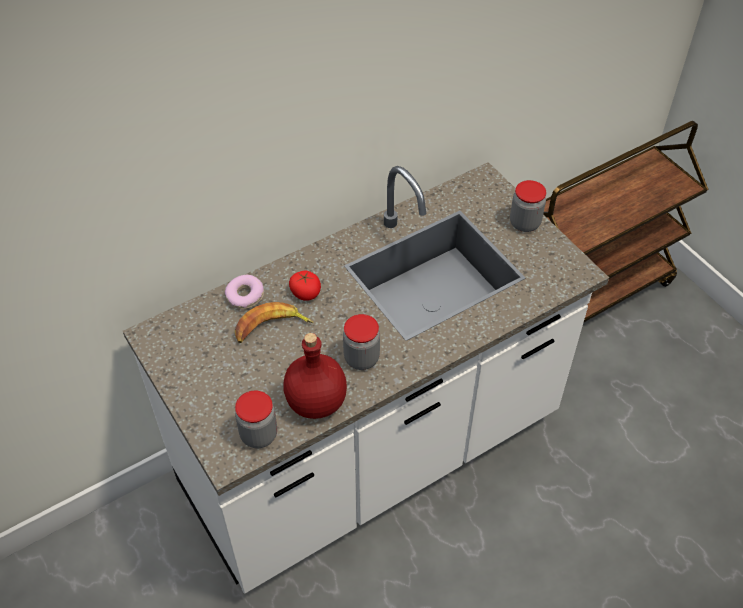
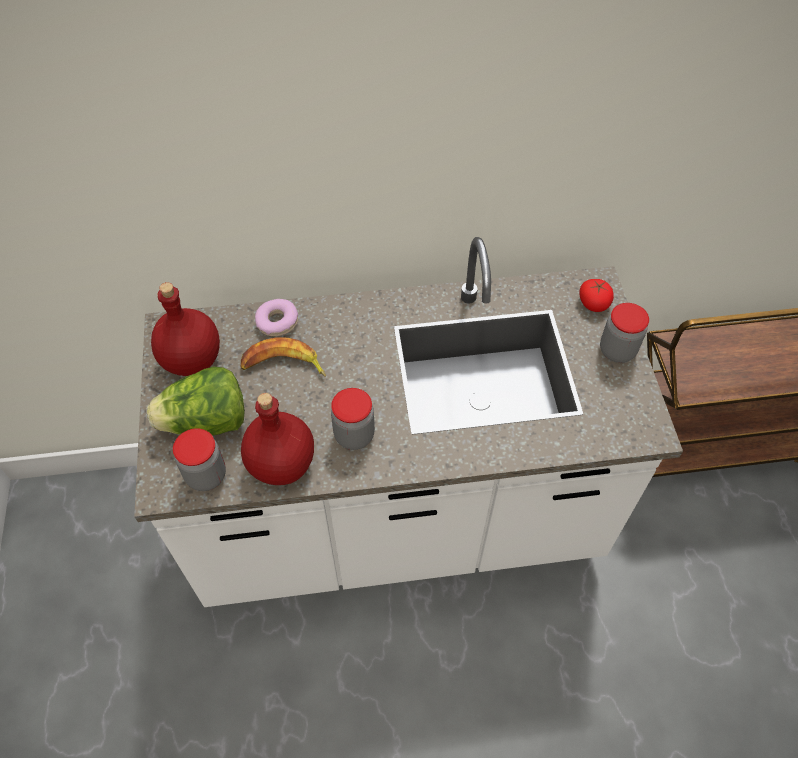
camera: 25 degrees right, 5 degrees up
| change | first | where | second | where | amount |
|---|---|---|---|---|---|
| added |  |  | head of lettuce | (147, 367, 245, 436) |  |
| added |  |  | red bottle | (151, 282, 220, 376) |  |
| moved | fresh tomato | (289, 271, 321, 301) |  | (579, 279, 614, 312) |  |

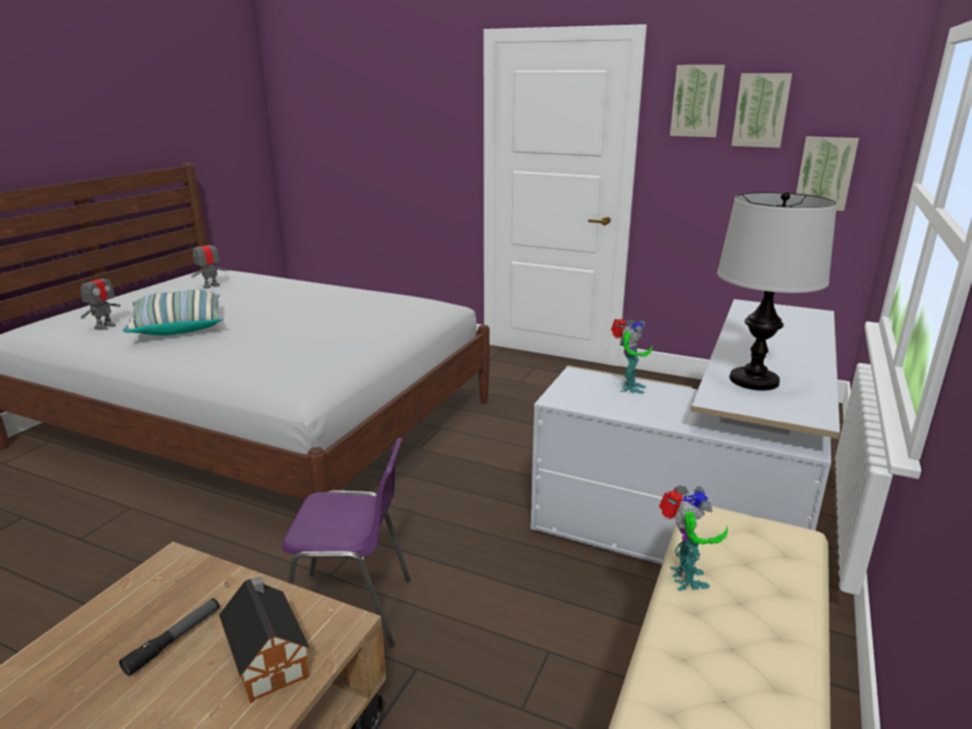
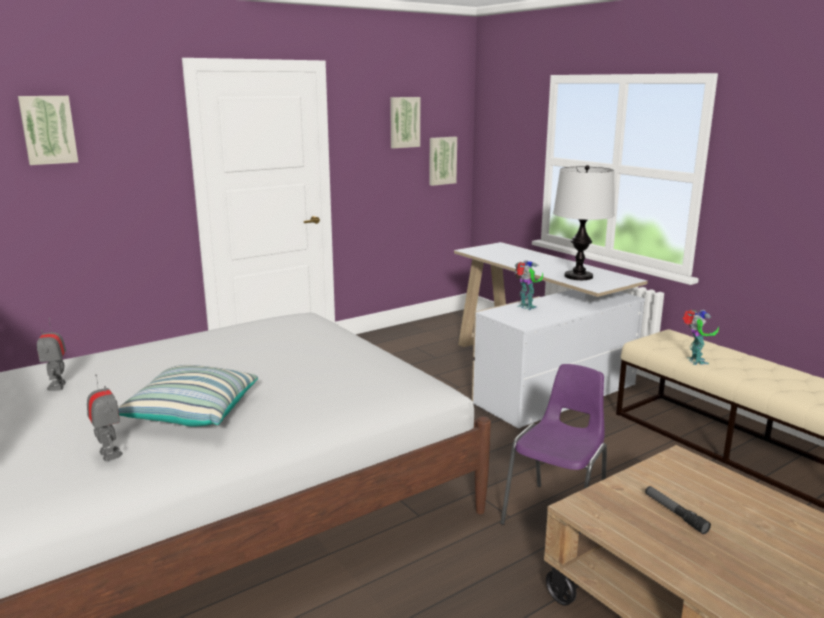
camera: 60 degrees left, 5 degrees down
| change | first | where | second | where | amount |
|---|---|---|---|---|---|
| moved | wall art | (670, 65, 725, 137) |  | (18, 96, 78, 165) |  |
| turned | model robot | (659, 485, 728, 591) |  | (683, 309, 719, 365) | 60 degrees clockwise |
| removed | model house | (219, 576, 310, 703) |  |  |  |

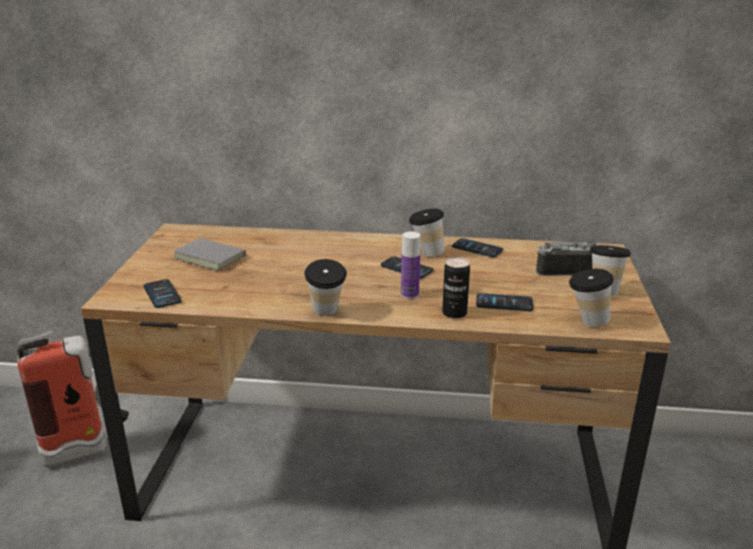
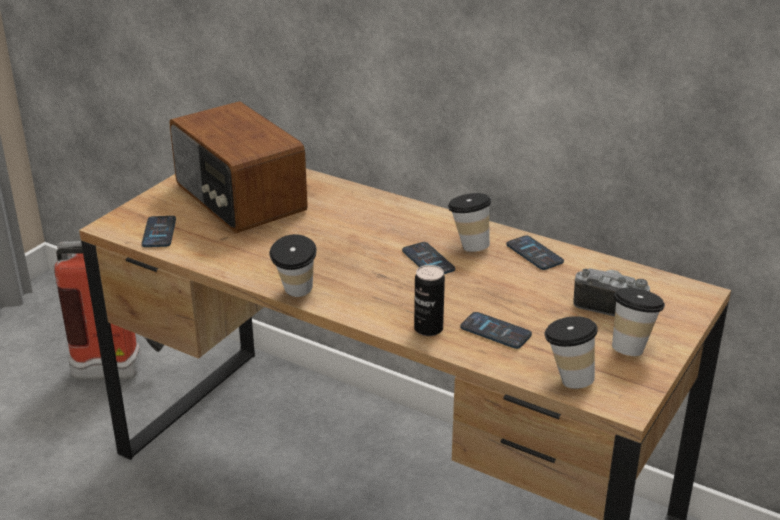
camera: 25 degrees right, 5 degrees up
| change | first | where | second | where | amount |
|---|---|---|---|---|---|
| replaced | grey bound book | (174, 234, 246, 271) | radio | (169, 101, 308, 233) |  |
| removed | bottle | (401, 231, 420, 299) |  |  |  |

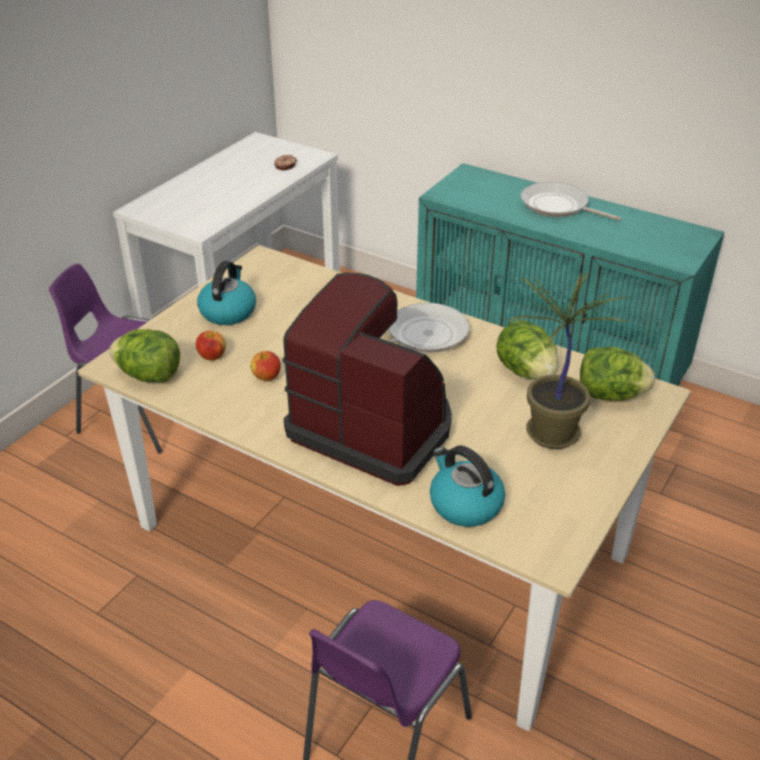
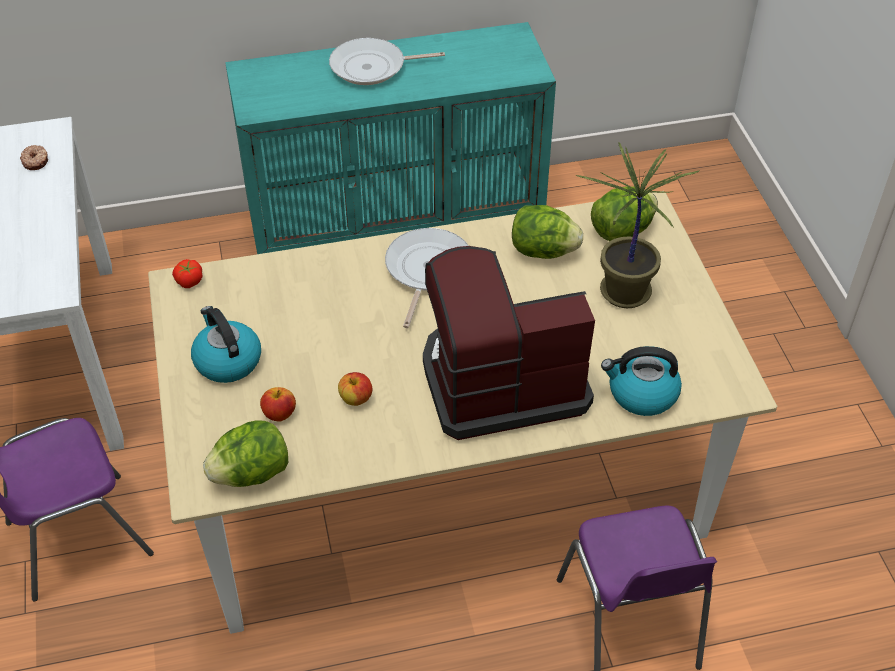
camera: 45 degrees left, 10 degrees up
| change | first | where | second | where | amount |
|---|---|---|---|---|---|
| added |  |  | fresh tomato | (172, 259, 202, 288) |  |

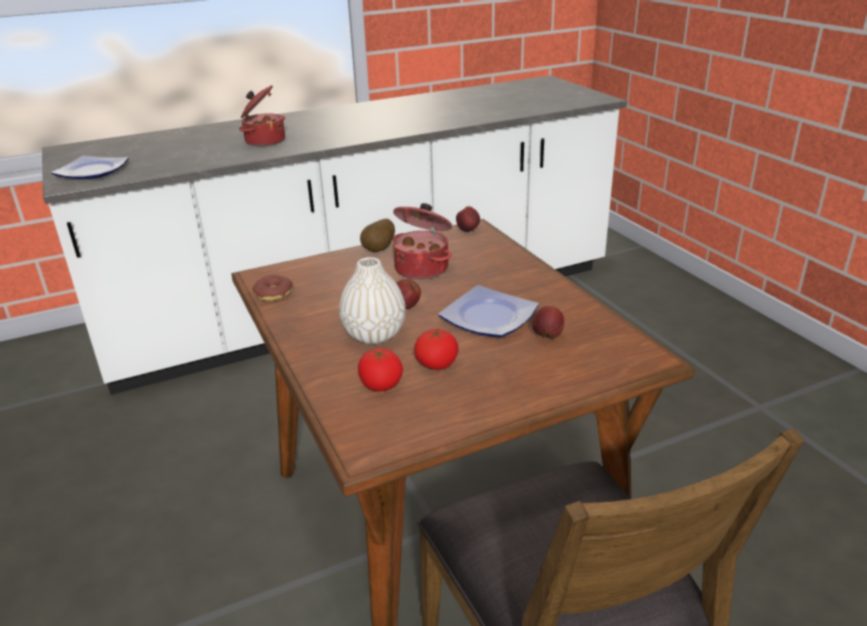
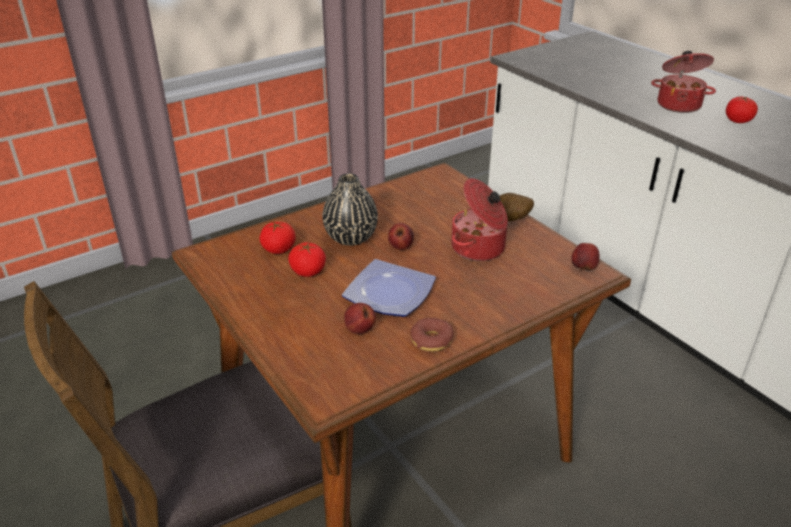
camera: 80 degrees right, 5 degrees up
| change | first | where | second | where | amount |
|---|---|---|---|---|---|
| recoloured | white flower vase | (339, 257, 406, 344) | blackish flower vase | (322, 173, 378, 246) |  |
| moved | ring doughnut | (253, 275, 292, 301) |  | (410, 318, 454, 352) |  |
| added |  |  | fresh tomato | (726, 96, 758, 123) |  |
| removed | dinner plate | (51, 155, 129, 179) |  |  |  |

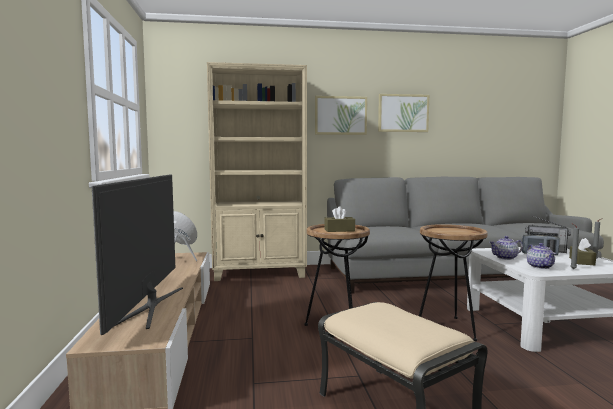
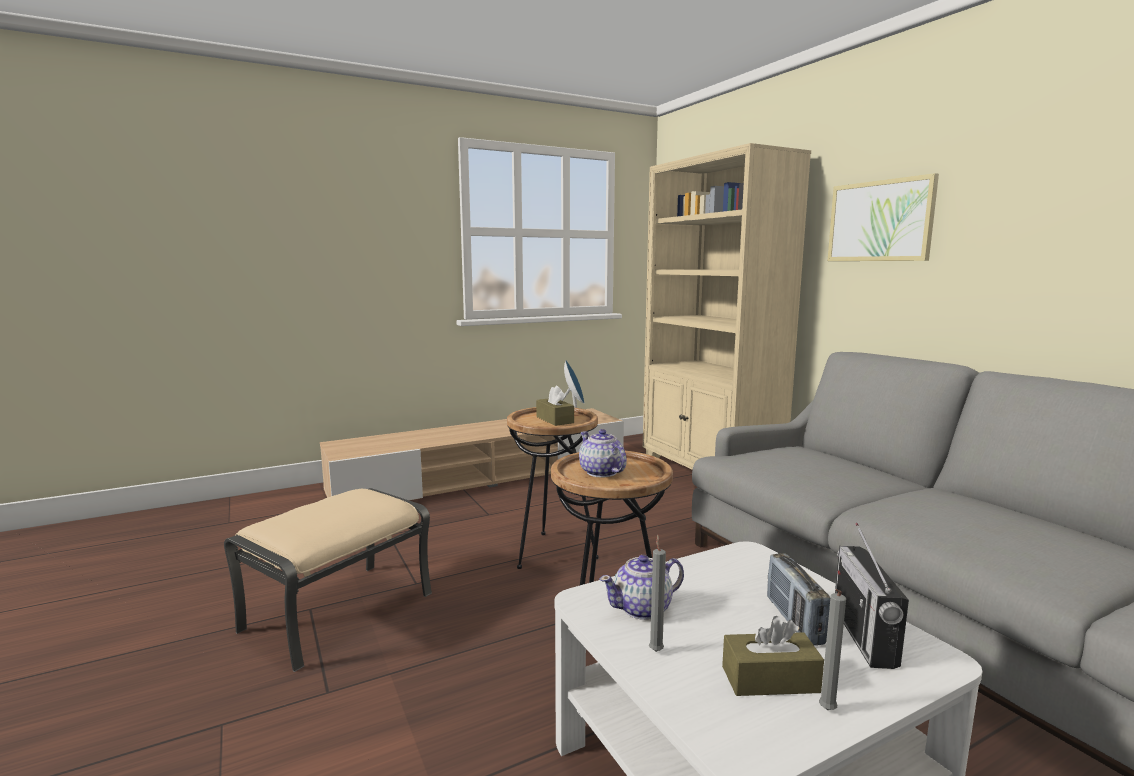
camera: 70 degrees right, 5 degrees up
| change | first | where | second | where | amount |
|---|---|---|---|---|---|
| moved | pot for tea | (489, 236, 523, 260) |  | (579, 429, 627, 478) |  |
| removed | TV | (92, 174, 183, 335) |  |  |  |
| removed | wall art | (378, 94, 429, 132) |  |  |  |

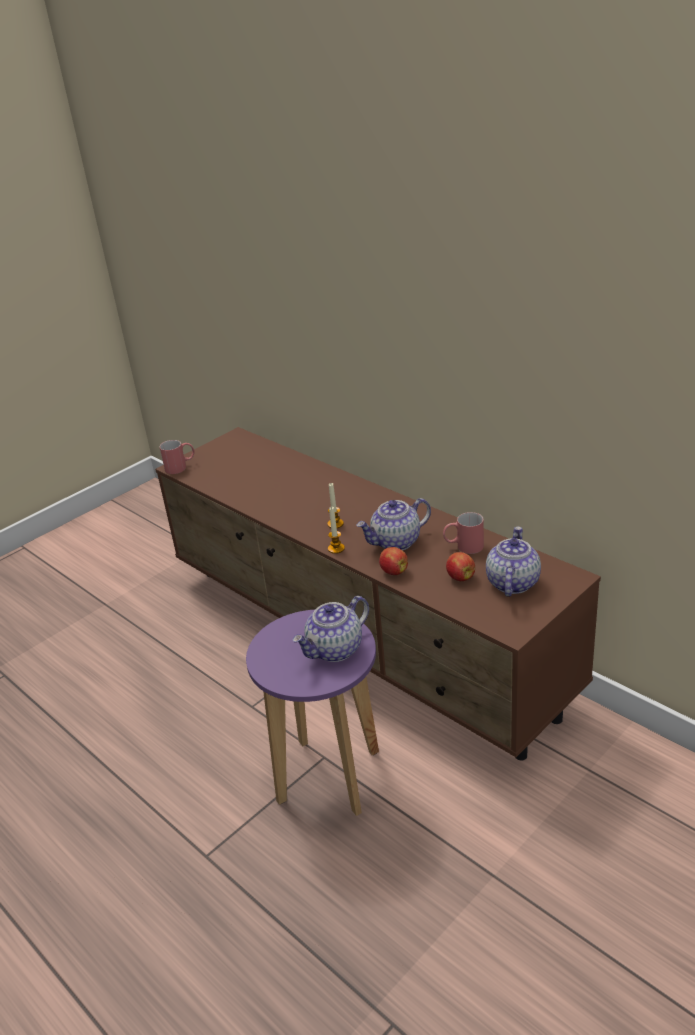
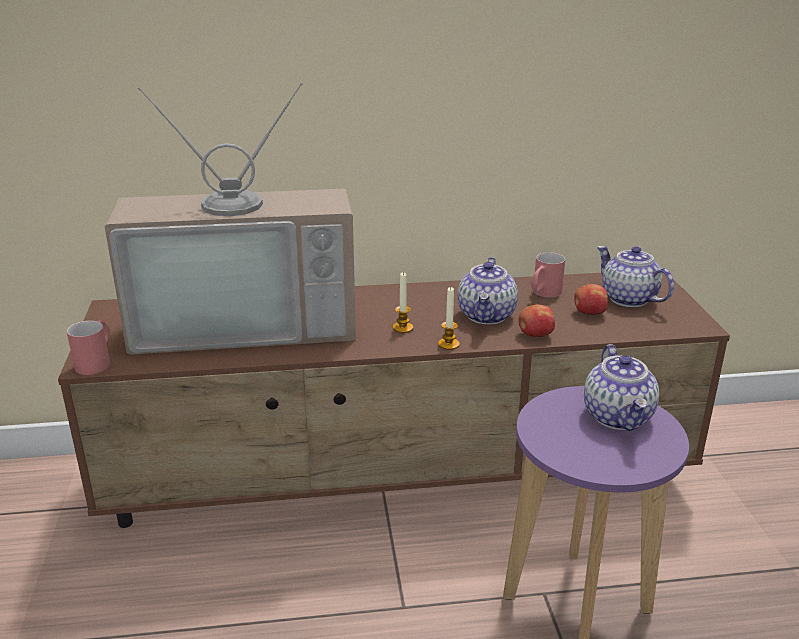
camera: 55 degrees left, 5 degrees down
| change | first | where | second | where | amount |
|---|---|---|---|---|---|
| added |  |  | TV | (105, 83, 356, 354) |  |

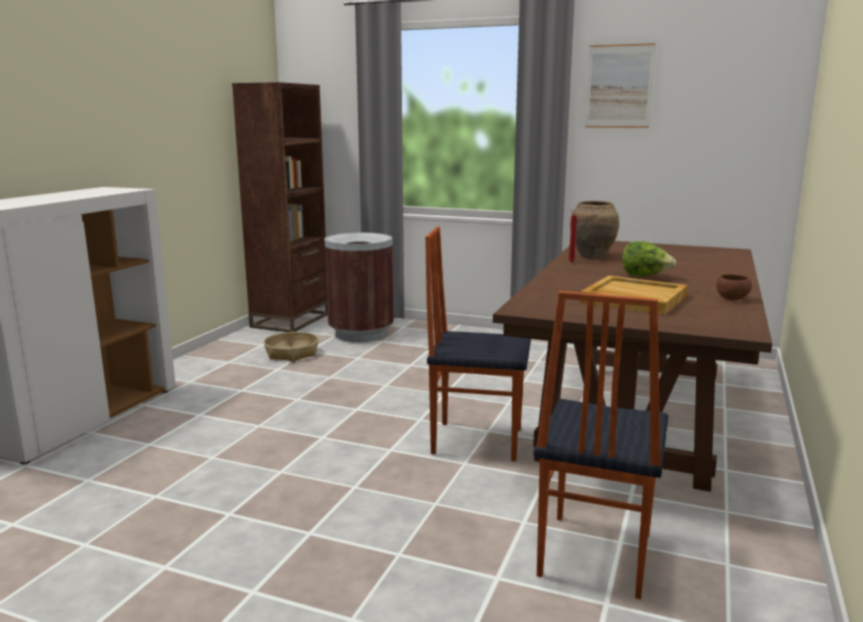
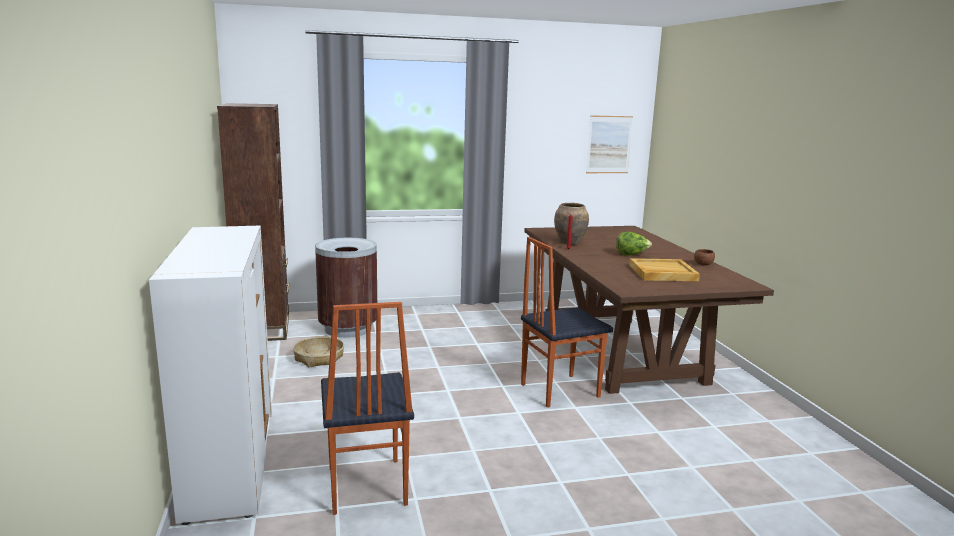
camera: 35 degrees left, 0 degrees up
| change | first | where | second | where | amount |
|---|---|---|---|---|---|
| moved | chair | (533, 291, 668, 599) |  | (321, 302, 414, 515) |  |
| moved | wall art | (585, 43, 656, 128) |  | (586, 115, 633, 173) |  |

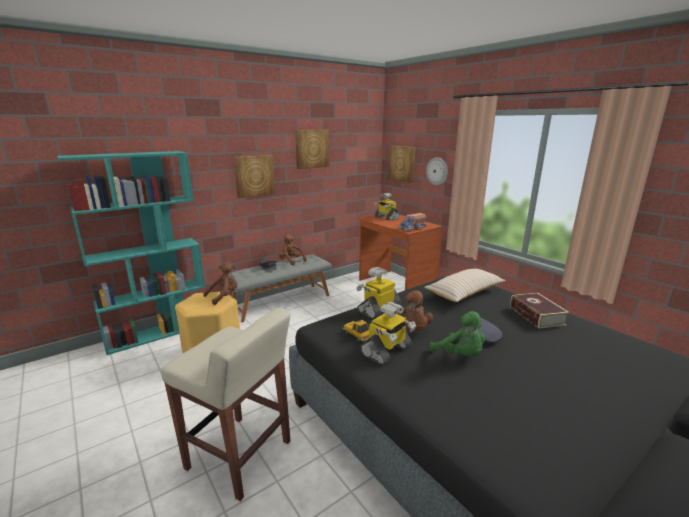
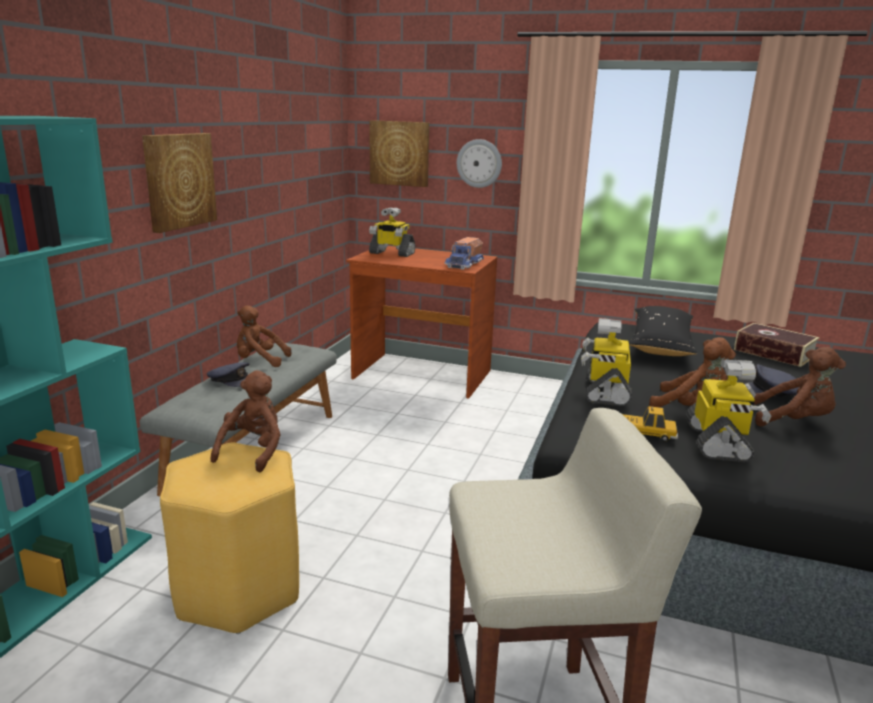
camera: 35 degrees left, 0 degrees up
| change | first | where | second | where | amount |
|---|---|---|---|---|---|
| recoloured | sand-coloured throw pillow | (424, 269, 506, 302) | blackish throw pillow | (629, 306, 697, 356) |  |
| recoloured | green soft toy | (429, 311, 485, 356) | brownish soft toy | (754, 347, 846, 426) |  |
| removed | wall art | (295, 130, 329, 169) |  |  |  |

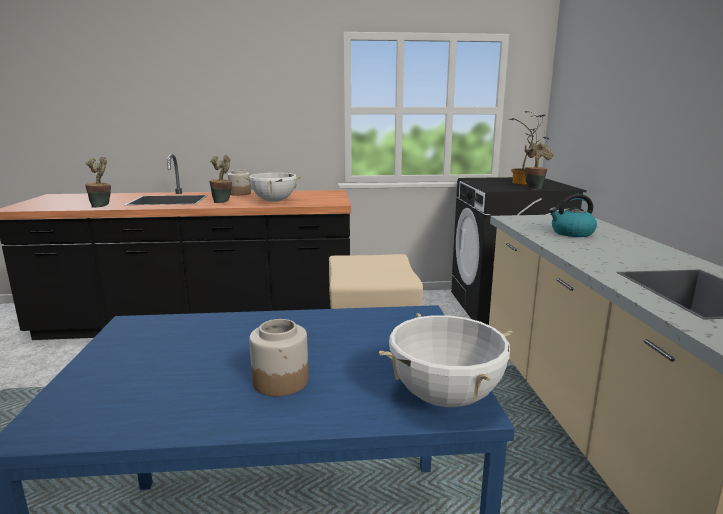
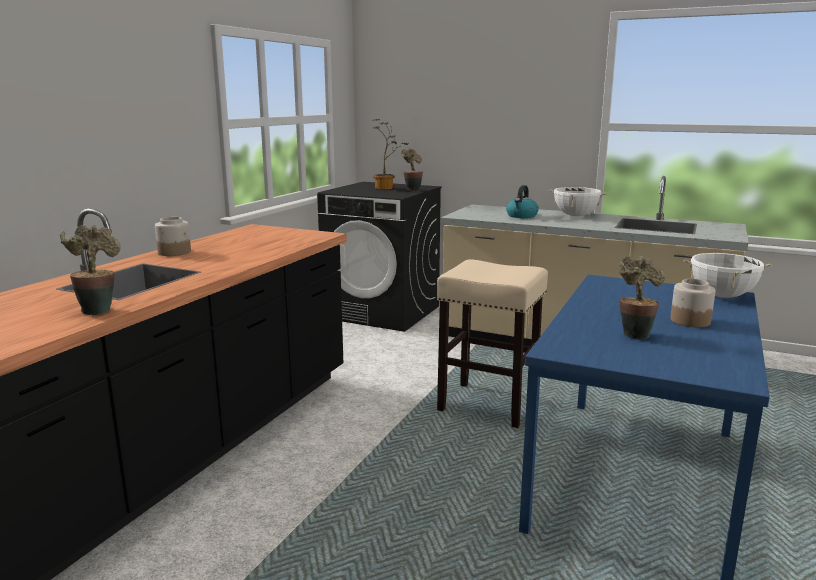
camera: 60 degrees left, 0 degrees up
| change | first | where | second | where | amount |
|---|---|---|---|---|---|
| moved | white stockpot | (244, 173, 302, 202) |  | (549, 187, 607, 216) |  |
| moved | plant in a pot | (209, 155, 232, 203) |  | (619, 256, 665, 340) |  |

